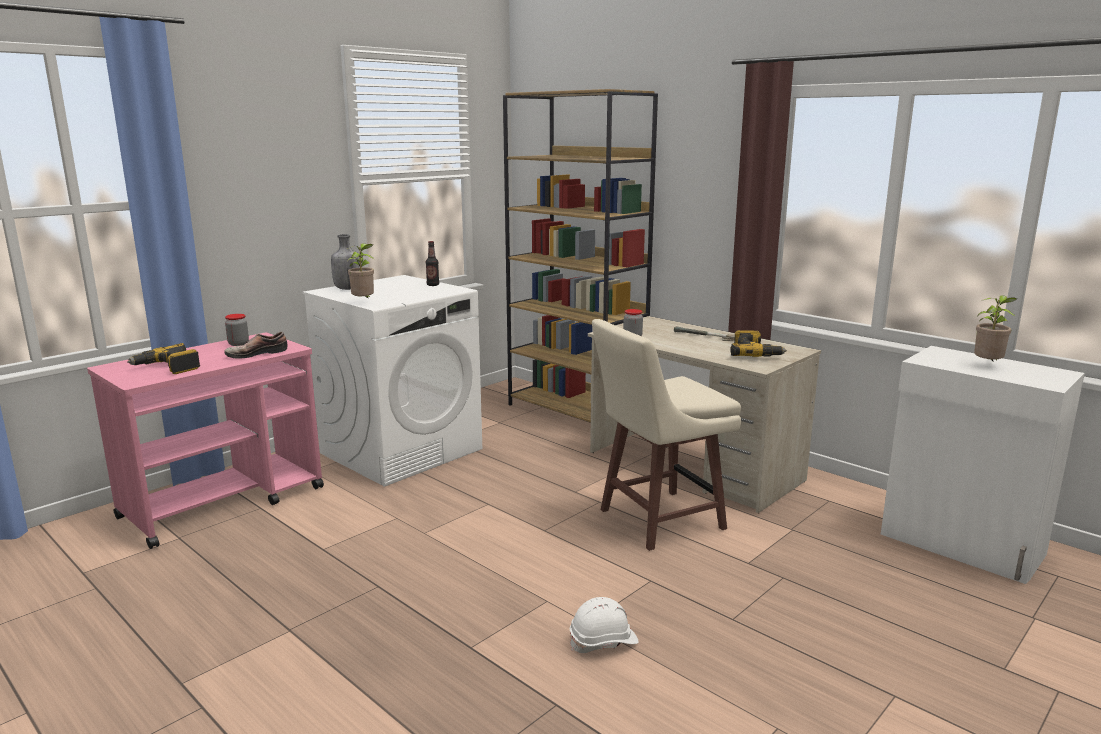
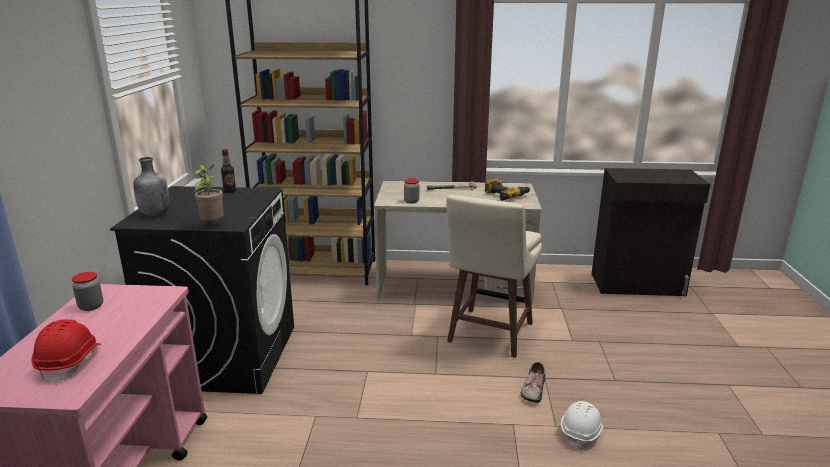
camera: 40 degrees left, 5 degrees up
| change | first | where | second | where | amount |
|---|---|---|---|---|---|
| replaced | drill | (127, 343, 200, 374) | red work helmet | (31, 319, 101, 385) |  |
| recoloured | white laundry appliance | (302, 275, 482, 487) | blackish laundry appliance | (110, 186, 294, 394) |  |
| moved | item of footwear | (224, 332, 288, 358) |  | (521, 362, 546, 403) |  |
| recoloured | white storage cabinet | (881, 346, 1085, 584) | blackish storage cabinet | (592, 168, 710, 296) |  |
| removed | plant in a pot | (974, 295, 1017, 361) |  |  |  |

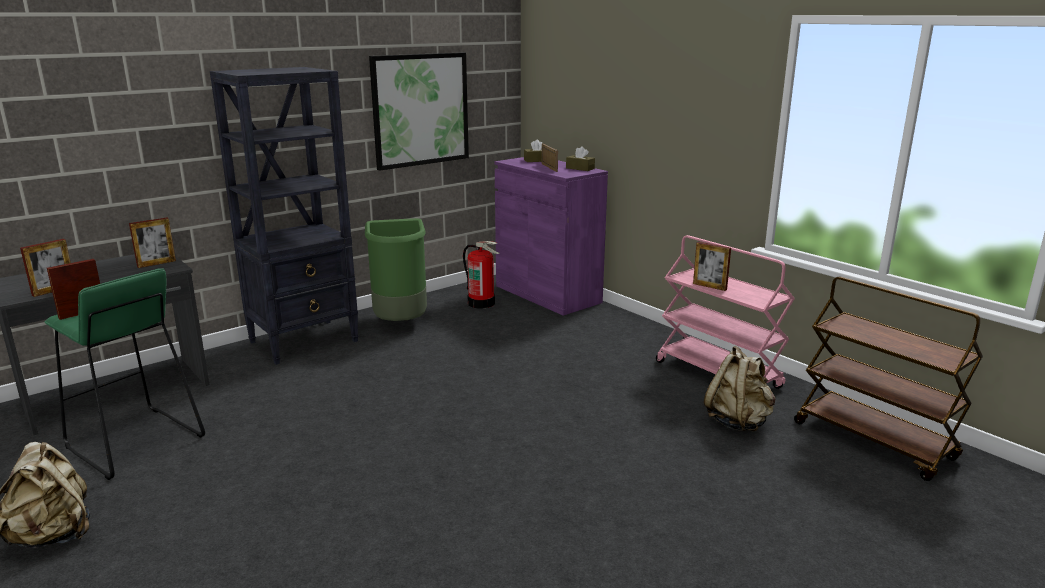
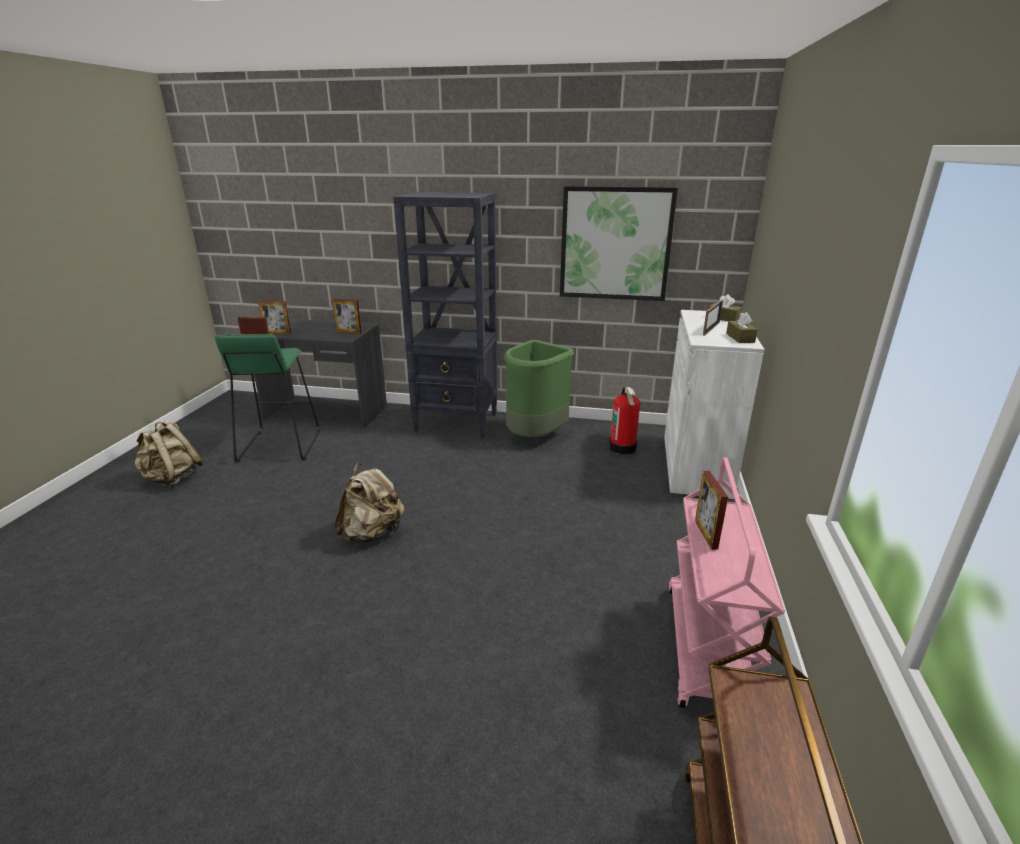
camera: 50 degrees right, 5 degrees up
| change | first | where | second | where | amount |
|---|---|---|---|---|---|
| moved | sand-coloured backpack | (704, 346, 776, 431) |  | (334, 463, 405, 543) |  |
| recoloured | purple-coloured storage cabinet | (495, 157, 608, 316) | white storage cabinet | (664, 310, 764, 499) |  |

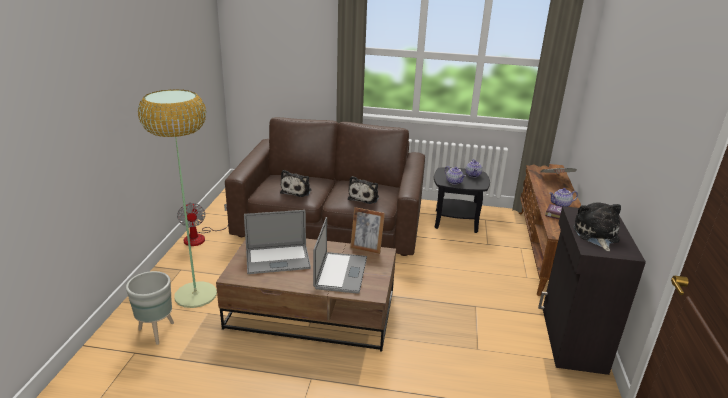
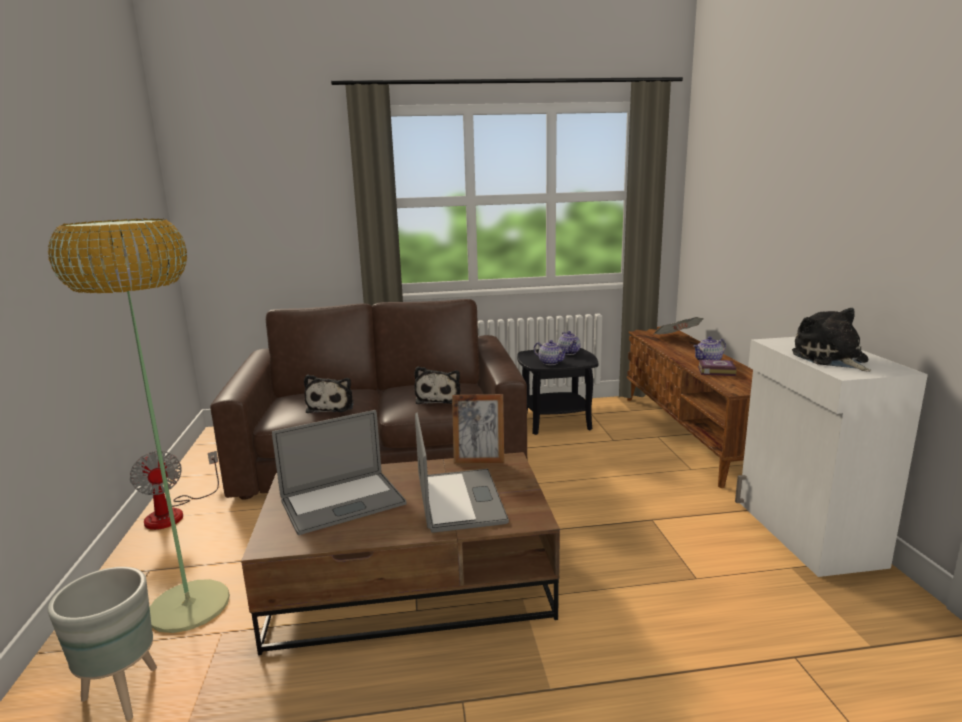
camera: 15 degrees left, 10 degrees down
| change | first | where | second | where | amount |
|---|---|---|---|---|---|
| recoloured | blackish storage cabinet | (538, 206, 646, 375) | white storage cabinet | (735, 337, 928, 577) |  |

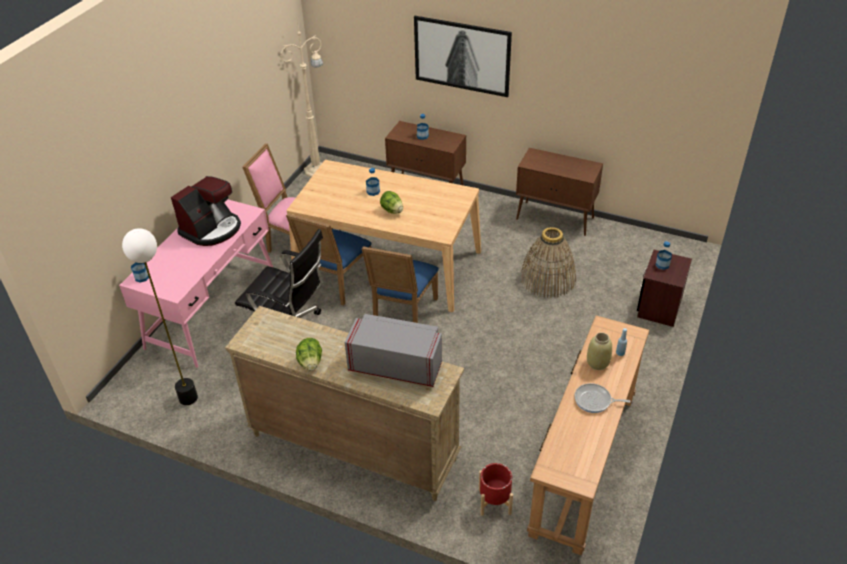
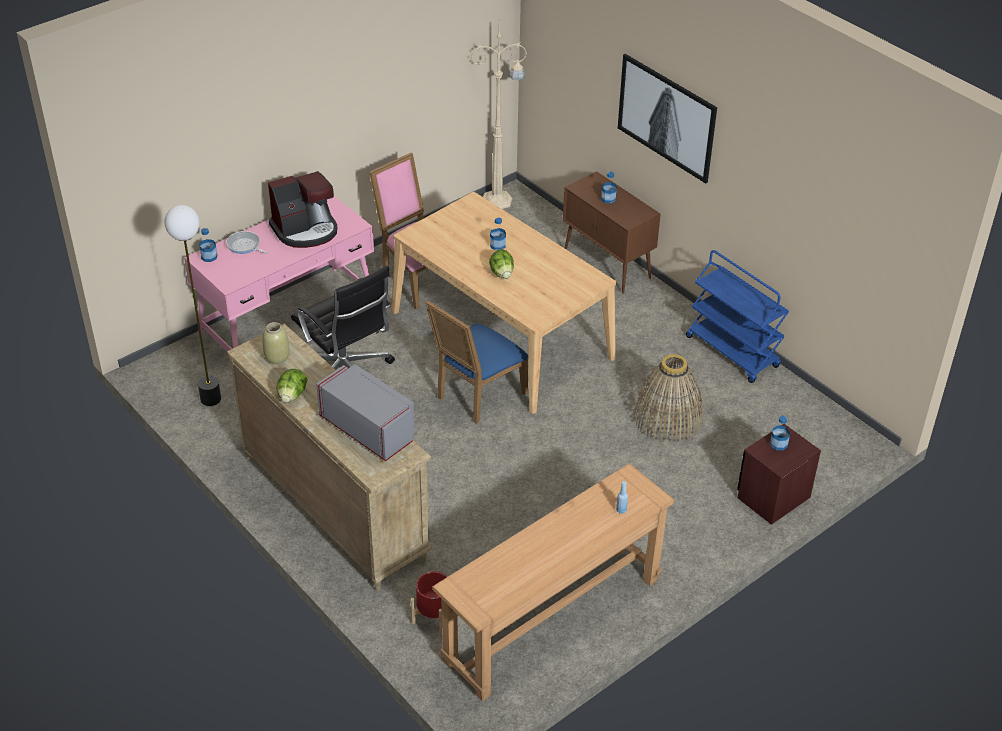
camera: 25 degrees right, 0 degrees up
| change | first | where | second | where | amount |
|---|---|---|---|---|---|
| moved | frying pan | (575, 383, 631, 413) |  | (226, 231, 268, 254) |  |
| moved | sand-coloured flower vase | (587, 332, 612, 370) |  | (262, 322, 290, 364) |  |
| replaced | brownish storage cabinet | (516, 148, 603, 236) | blue trolley | (686, 250, 789, 383) |  |
| removed | blue chair | (286, 213, 371, 305) |  |  |  |

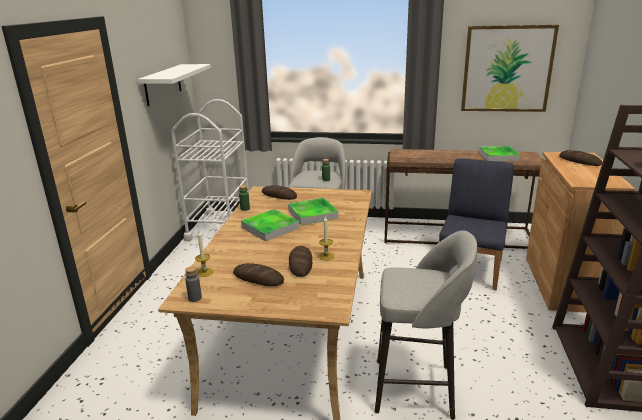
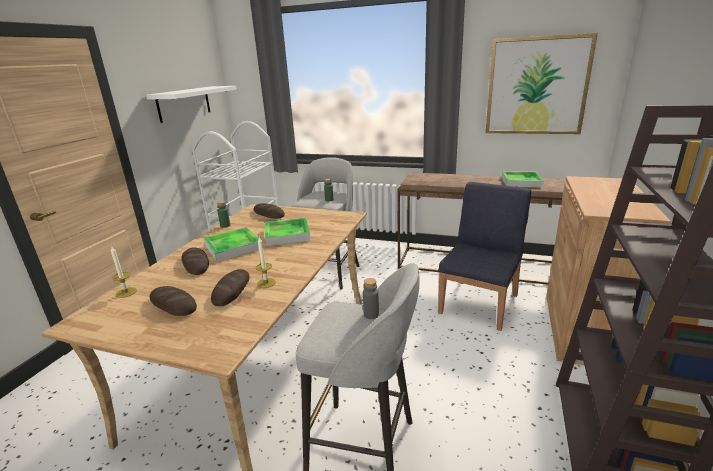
camera: 10 degrees right, 0 degrees up
| change | first | where | second | where | amount |
|---|---|---|---|---|---|
| moved | bread | (559, 150, 602, 166) |  | (182, 247, 209, 275) |  |
| moved | grey bottle | (185, 266, 202, 302) |  | (363, 278, 379, 319) |  |

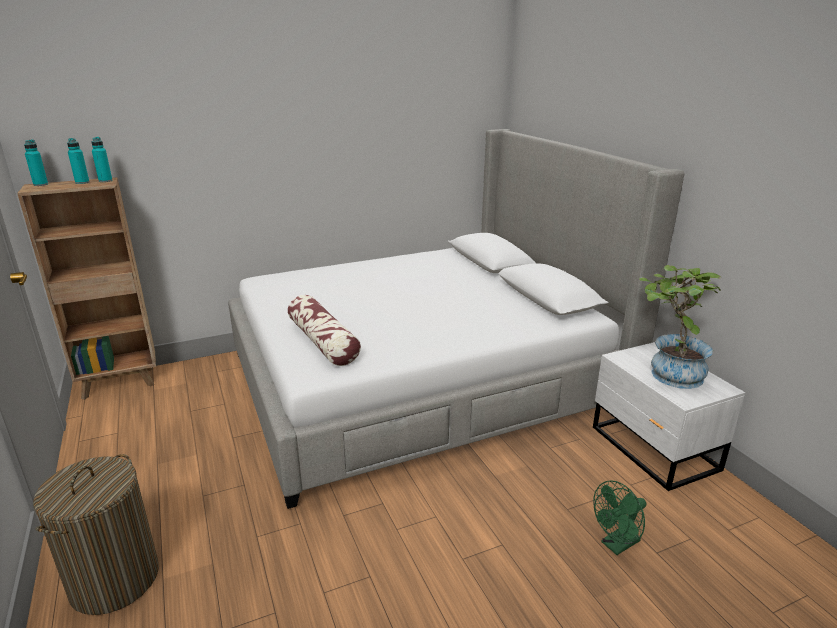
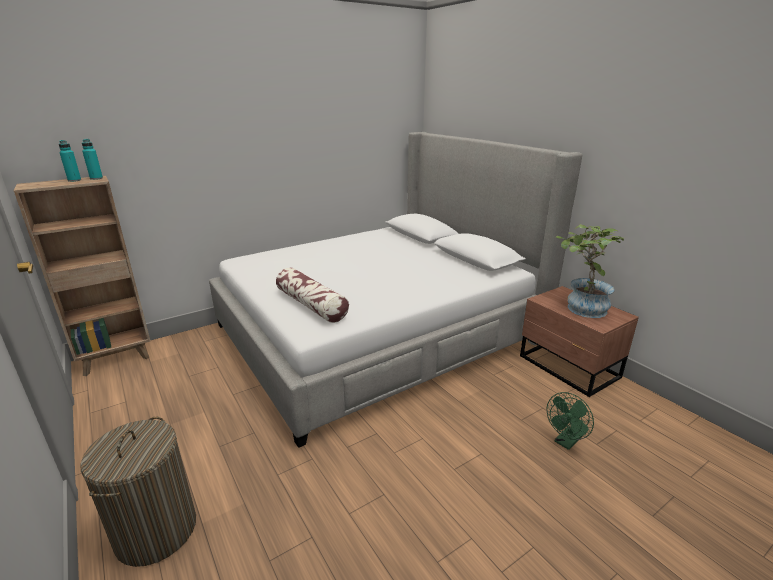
camera: 10 degrees left, 0 degrees up
| change | first | where | second | where | amount |
|---|---|---|---|---|---|
| recoloured | white nightstand | (593, 342, 745, 491) | brownish nightstand | (520, 286, 639, 397) |  |
| removed | turquoise-coloured bottle | (24, 139, 48, 186) |  |  |  |

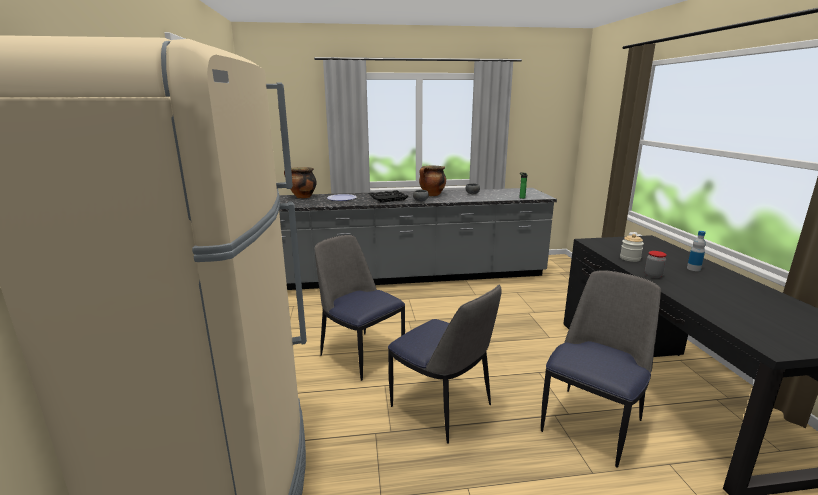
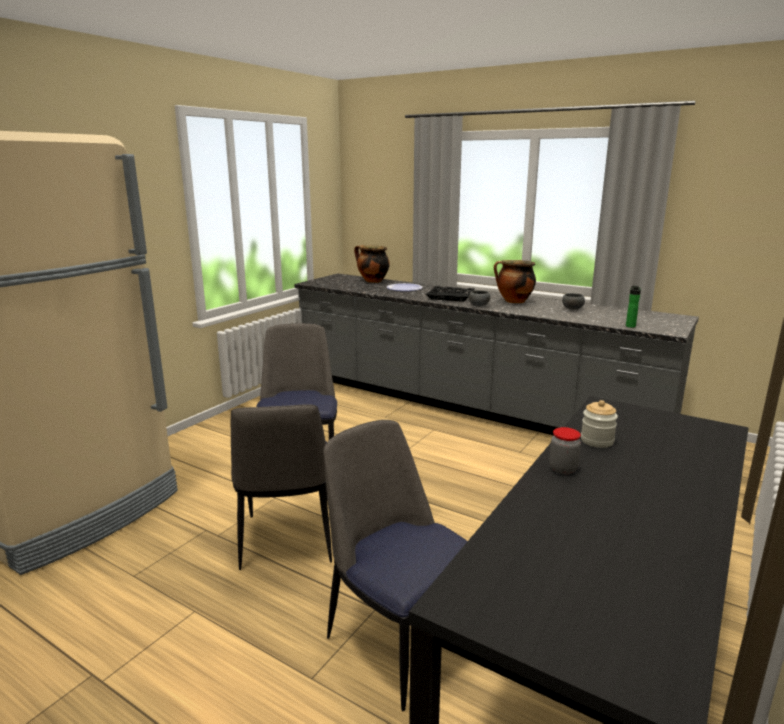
camera: 40 degrees right, 0 degrees up
| change | first | where | second | where | amount |
|---|---|---|---|---|---|
| turned | chair | (541, 270, 661, 468) |  | (323, 420, 468, 712) | 120 degrees counterclockwise |
| removed | bottle | (687, 231, 706, 271) |  |  |  |

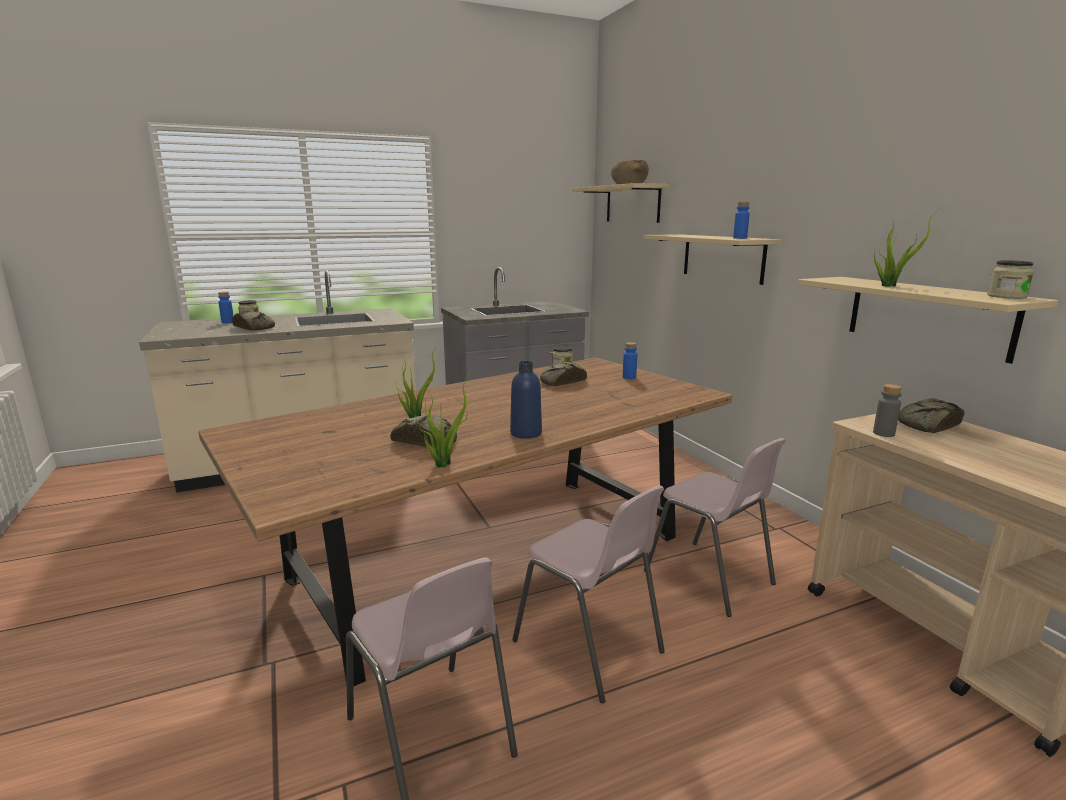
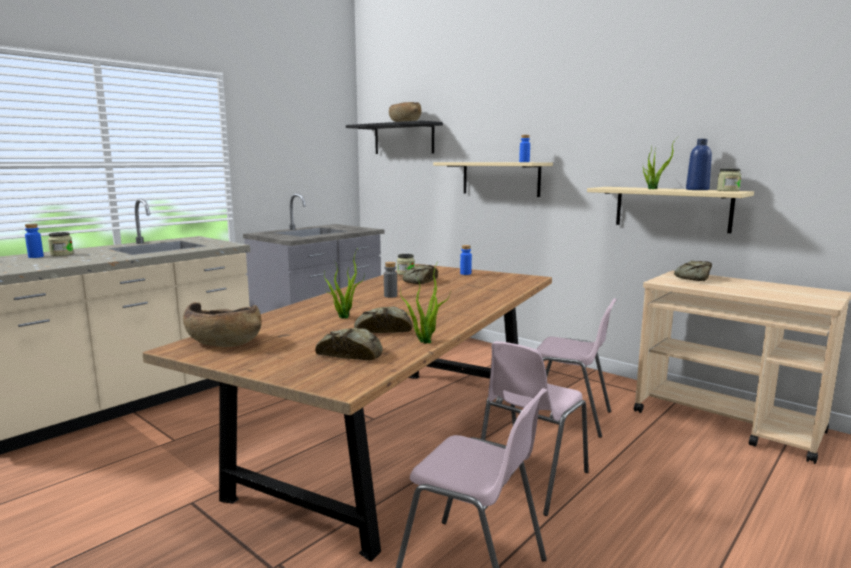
camera: 25 degrees left, 5 degrees down
| change | first | where | second | where | amount |
|---|---|---|---|---|---|
| added |  |  | brownish deep dish | (183, 302, 262, 347) |  |
| moved | bread | (232, 311, 275, 331) |  | (315, 328, 383, 360) |  |
| recoloured | sand-coloured bracket shelf | (572, 183, 670, 223) | blackish bracket shelf | (346, 120, 443, 154) |  |
| moved | grey bottle | (873, 384, 902, 437) |  | (384, 262, 397, 298) |  |
| turned | pinkish chair | (512, 485, 665, 703) |  | (481, 341, 589, 516) | 105 degrees clockwise |
| moved | blue bottle | (510, 361, 542, 439) |  | (686, 139, 712, 190) |  |

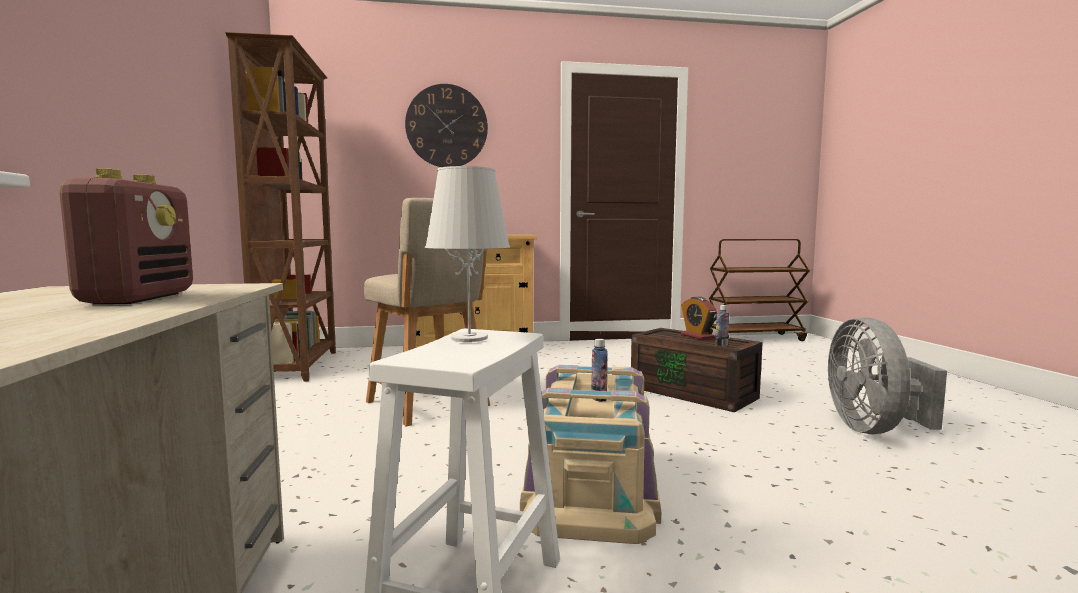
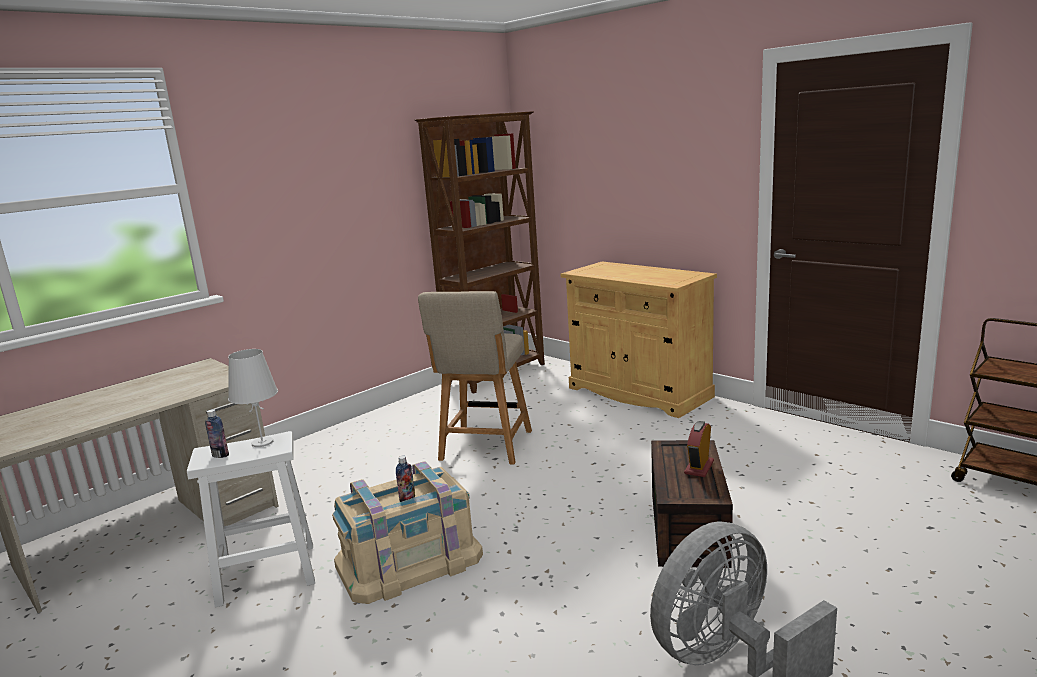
camera: 55 degrees right, 10 degrees up
| change | first | where | second | where | amount |
|---|---|---|---|---|---|
| moved | bottle | (715, 305, 729, 346) |  | (205, 409, 229, 458) |  |
| removed | radio | (60, 168, 193, 304) |  |  |  |
| removed | hanging clock | (405, 84, 488, 167) |  |  |  |

